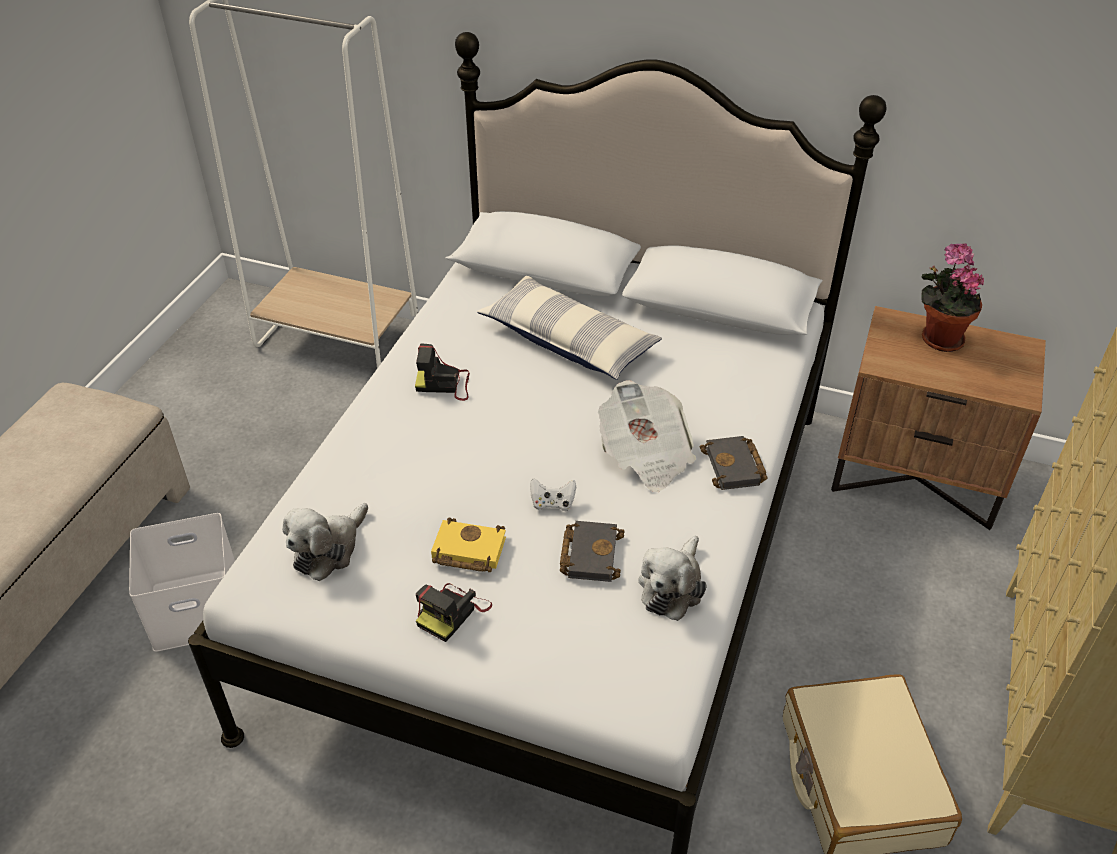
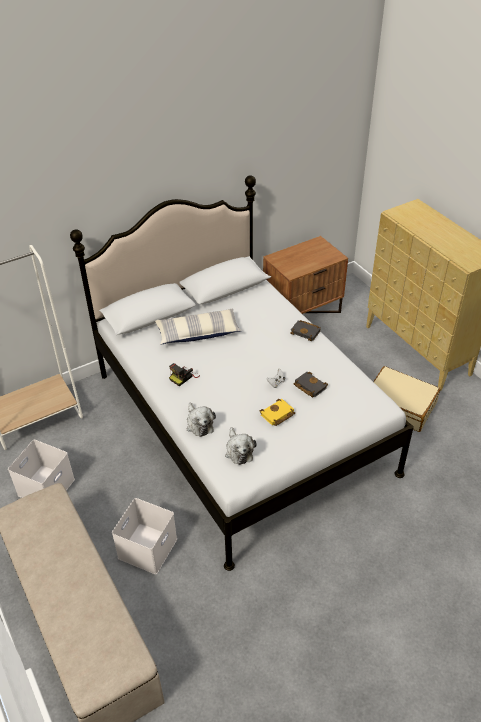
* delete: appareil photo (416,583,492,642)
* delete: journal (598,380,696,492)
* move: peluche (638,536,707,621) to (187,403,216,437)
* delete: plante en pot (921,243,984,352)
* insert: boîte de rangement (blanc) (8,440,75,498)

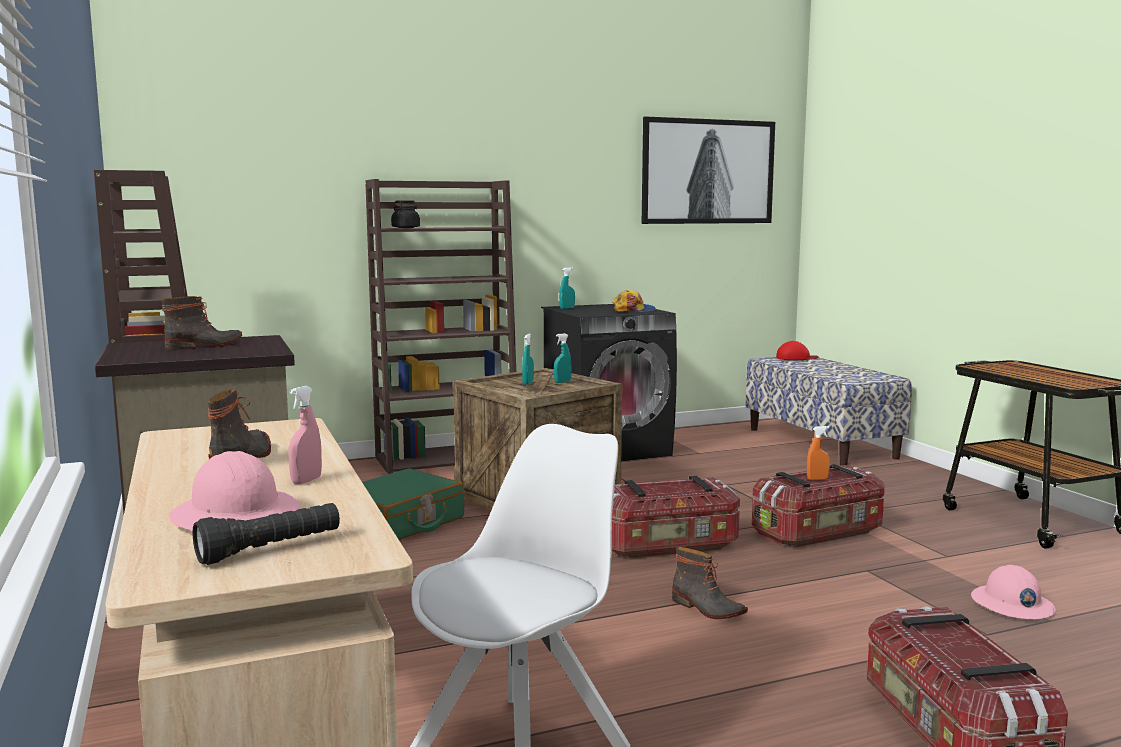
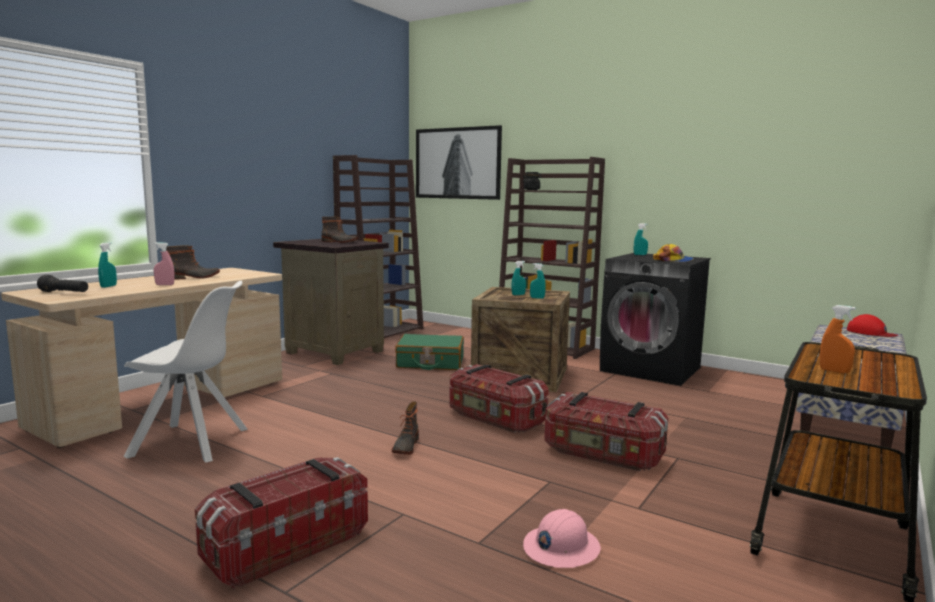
* replace: casque de chantier (rose) (169,451,300,531) to vaporisateur (turquoise) (98,242,117,288)
* move: tableau (642,116,775,224) to (416,125,502,200)
* move: vaporisateur (orange) (807,426,830,480) to (820,305,856,373)

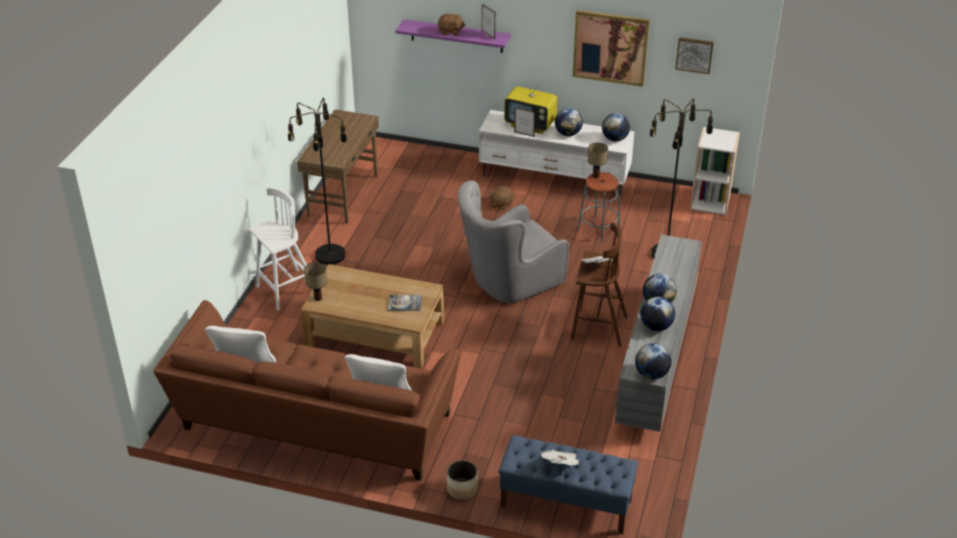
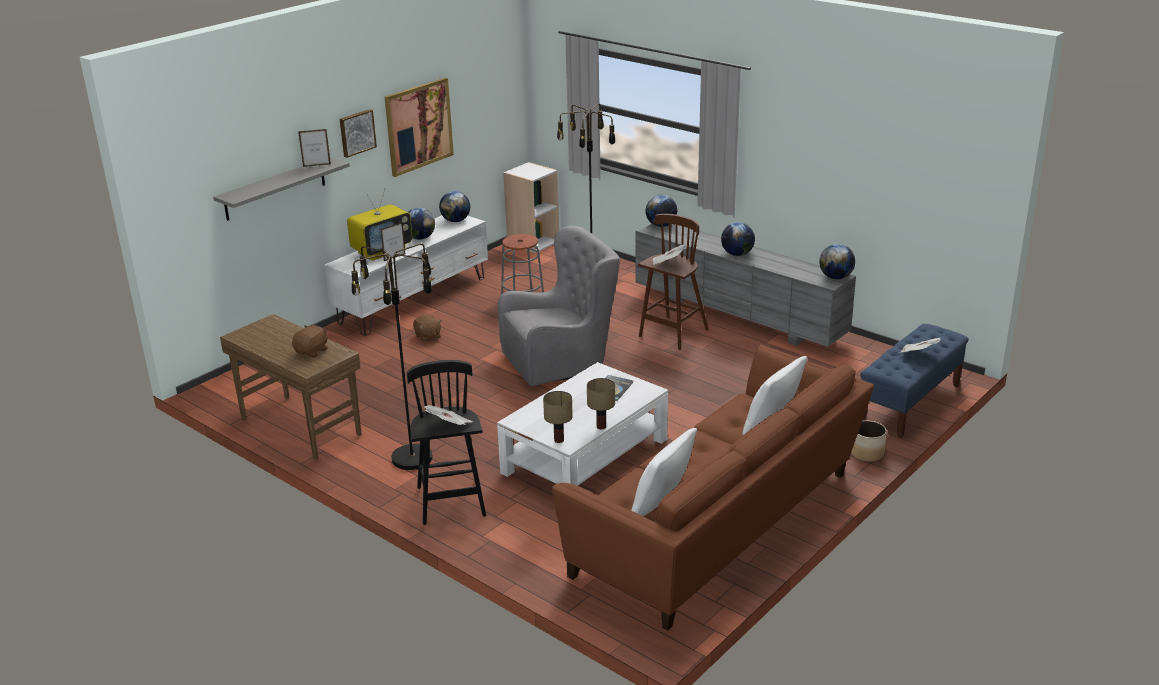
* recolor: tabouret (blanc) (249,187,307,310) to tabouret (noir) (407,360,486,525)
* recolor: table basse (marron) (301,264,444,369) to table basse (blanc) (497,362,668,486)
* recolor: étagère (violet) (395,19,511,53) to étagère (gris) (213,157,350,221)
* move: peluche (marron) (438,13,465,36) to (292,325,328,358)
* rotate: fauteuil (gris) (458,180,569,303) = (498,226,620,386) 105 degrees counterclockwise
* move: lampe de table (587,143,608,178) to (587,378,615,429)
* move: globe (640,297,675,331) to (646,195,677,227)
* move: tableau (675,37,714,74) to (340,109,377,158)
* insert: journal (424,405,473,425)

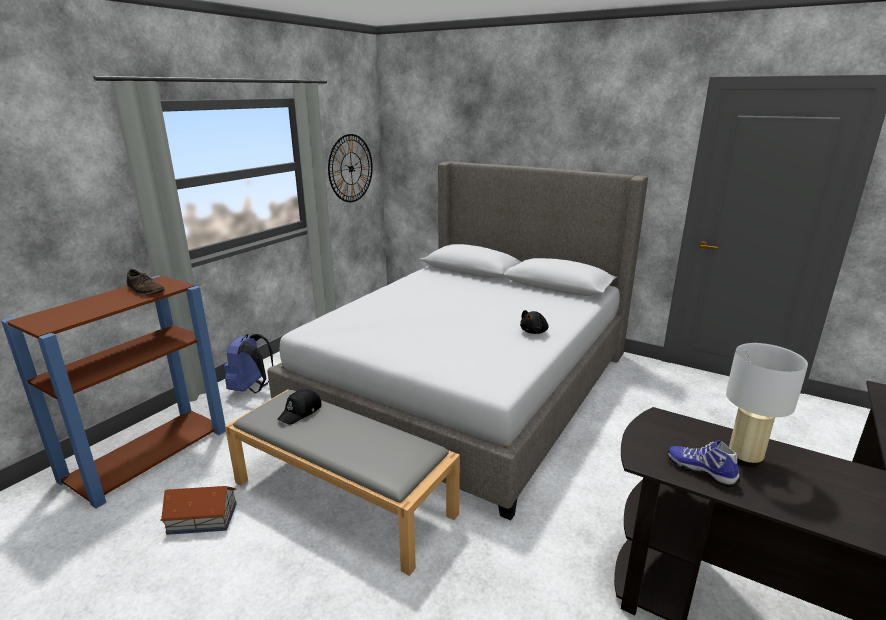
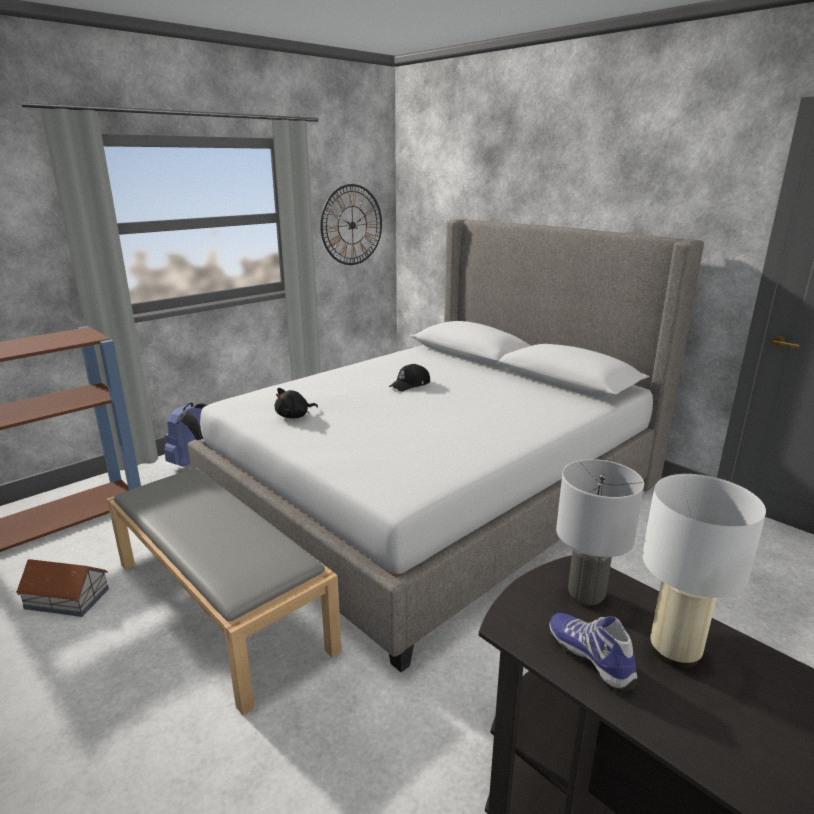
* delete: chaussure (marron) (127,269,165,296)
* move: casquette (noir) (277,389,322,425) to (389,364,430,391)
* move: peluche (noir) (520,310,549,334) to (275,388,318,418)
* insert: lampe de table (blanc) (556,459,644,606)

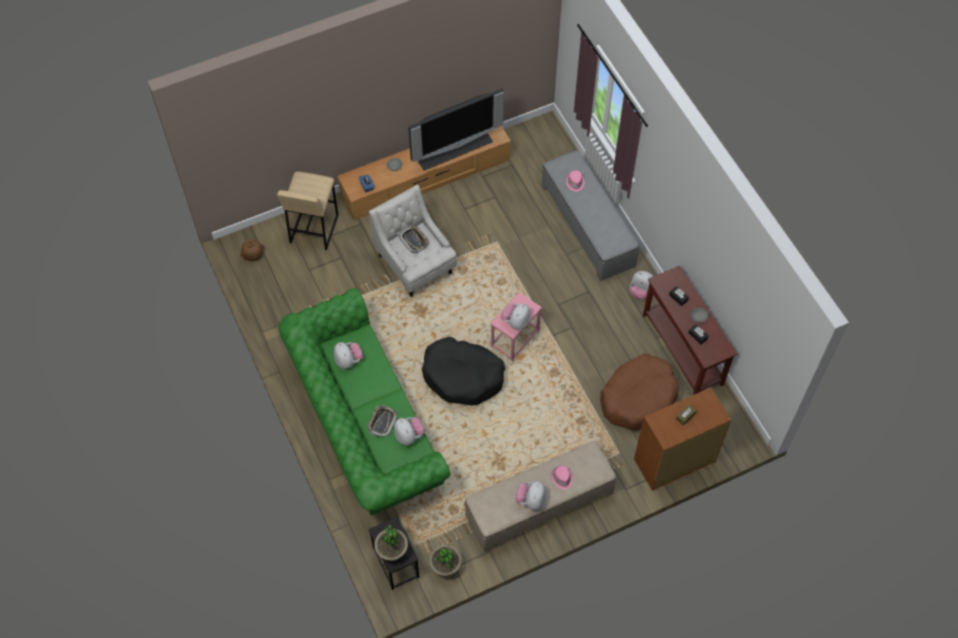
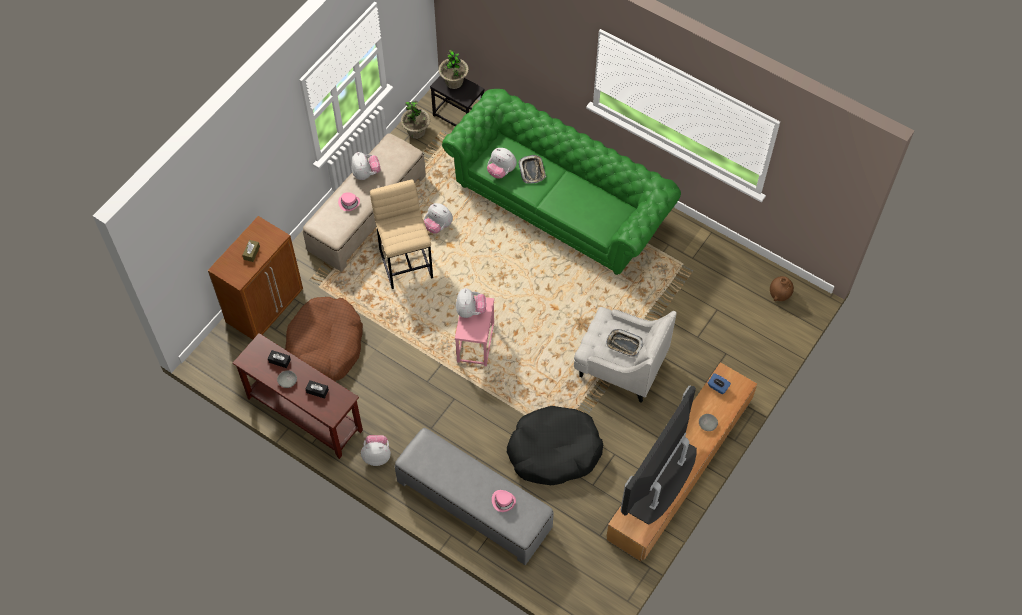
* move: tabouret (beige) (277,171,338,250) to (370,179,433,289)
* move: peluche (334,342,363,369) to (424,203,453,234)
* move: panier pour chien (noir) (422,337,505,406) to (507,406,603,485)

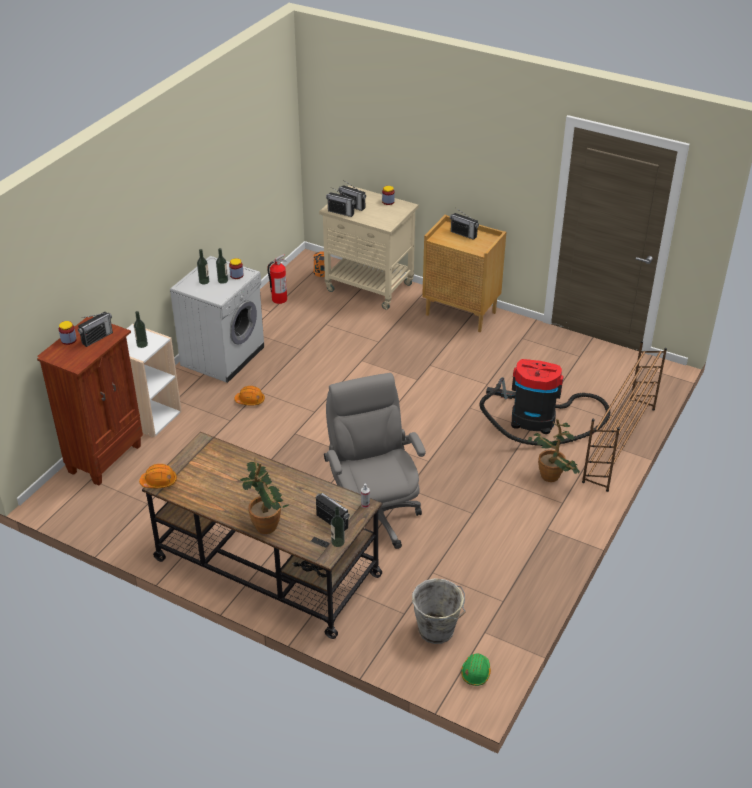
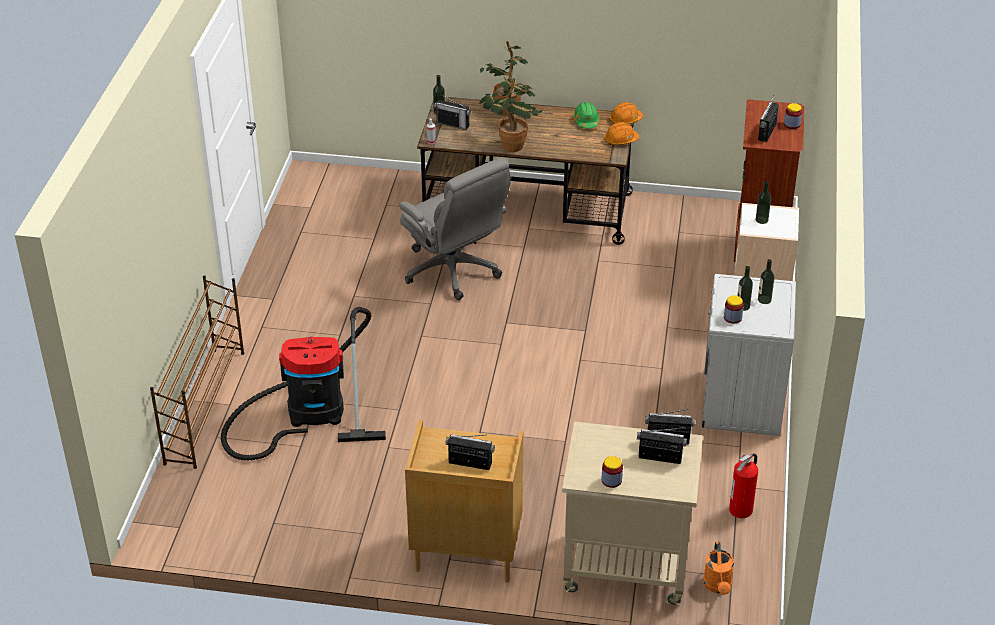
* move: casque de chantier (orange) (234,386,265,406) to (604,122,639,145)
* delete: seau (gris) (412,578,466,644)
* move: casque de chantier (vert) (461,653,491,686) to (573,102,600,129)
* move: plante en pot (528,419,580,482) to (479,77,543,152)

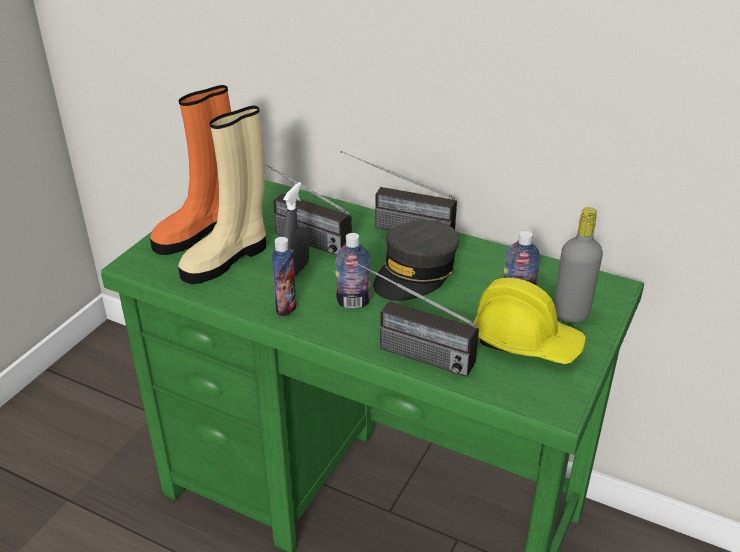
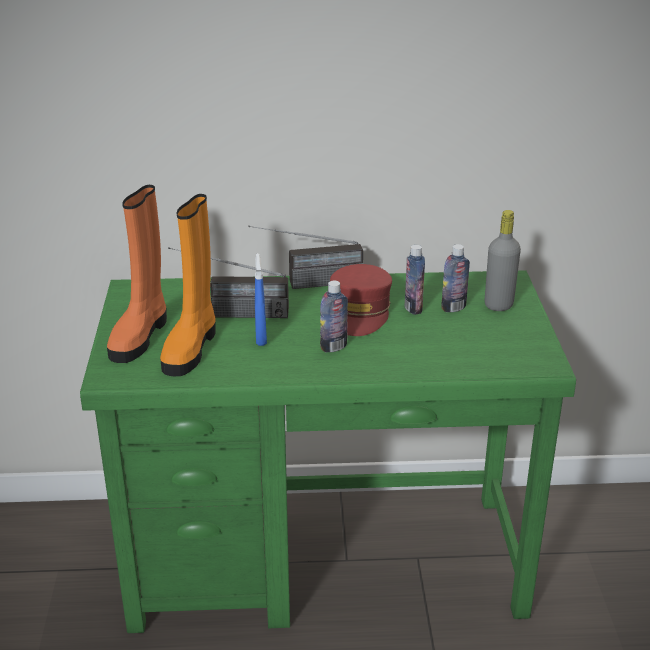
* recolor: botte (beige) (178,106,266,284) to botte (orange) (160,194,216,376)
* move: bouteille (272,237,297,316) to (405,245,425,315)
* recolor: vaporisateur (gris) (282,182,309,277) to vaporisateur (bleu) (255,253,267,346)
* delete: radio (343,255,479,377)
* recolor: casquette (gris) (373,220,459,301) to casquette (rouge) (330,264,392,336)
* delete: casque de chantier (jaune) (473,278,586,364)

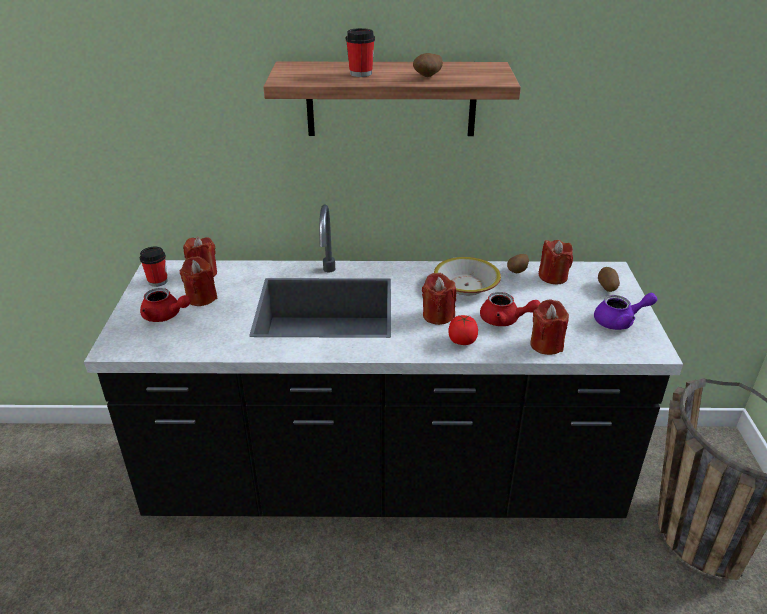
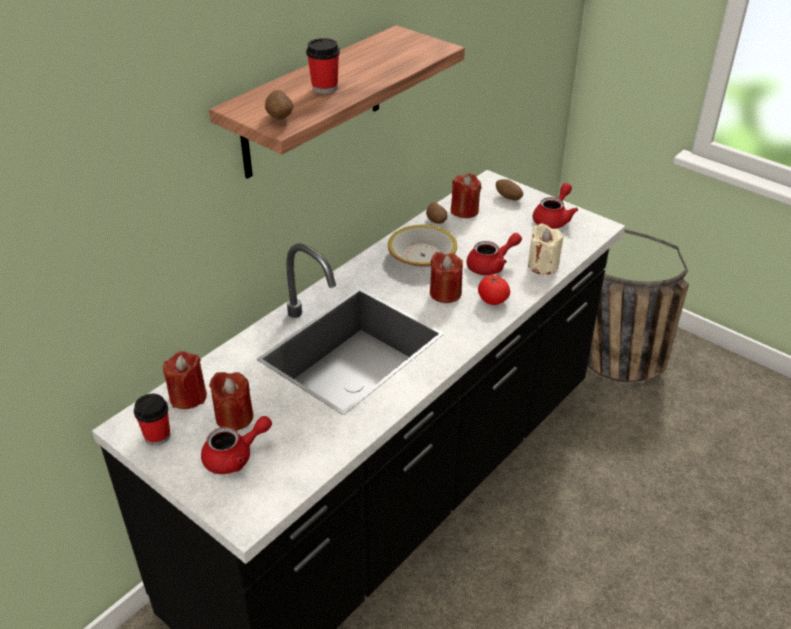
* move: pomme de terre (413,53,443,77) to (265,90,293,120)
* recolor: bougie (rouge) (530,299,569,355) to bougie (beige) (528,224,563,275)
* recolor: théière (violet) (594,293,657,330) to théière (rouge) (533,183,578,229)

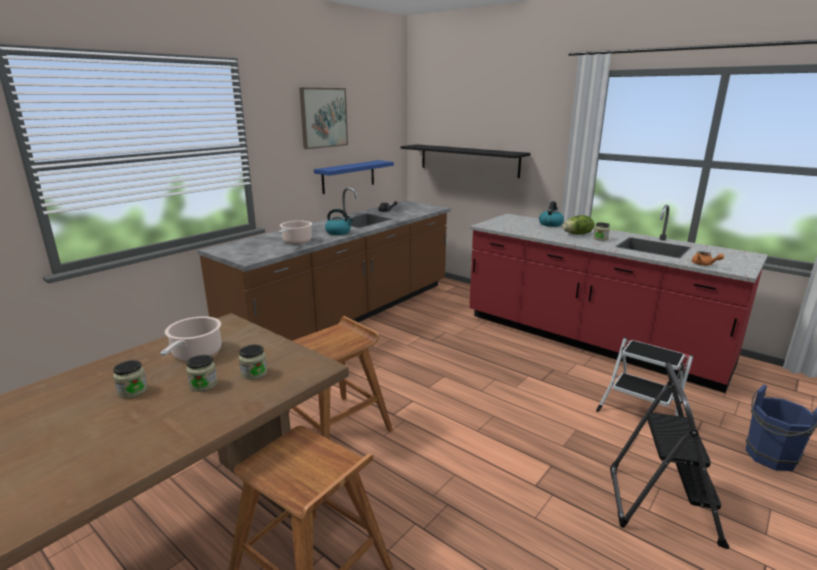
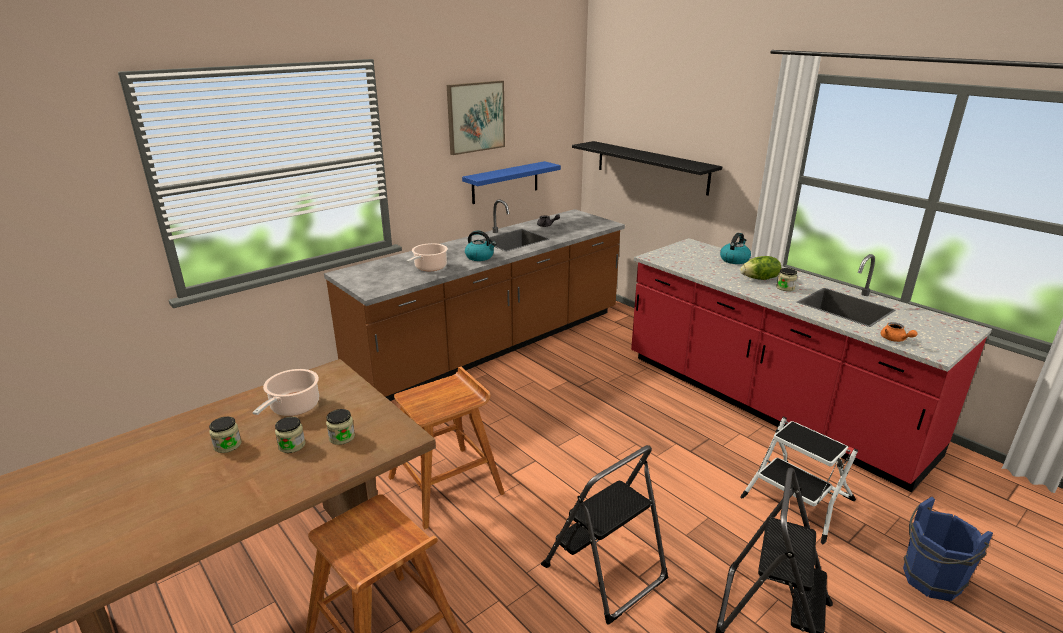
* insert: escabeau (noir) (541,445,668,625)

